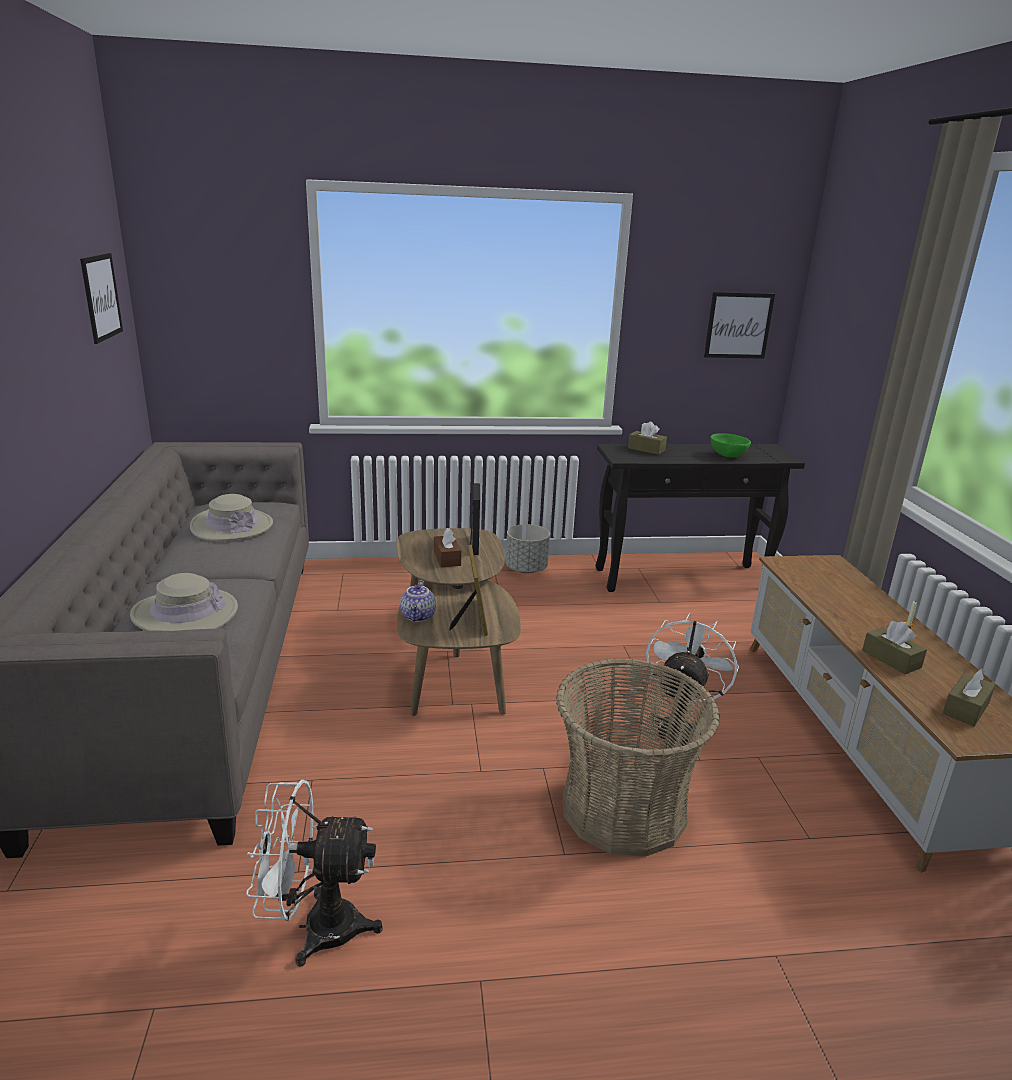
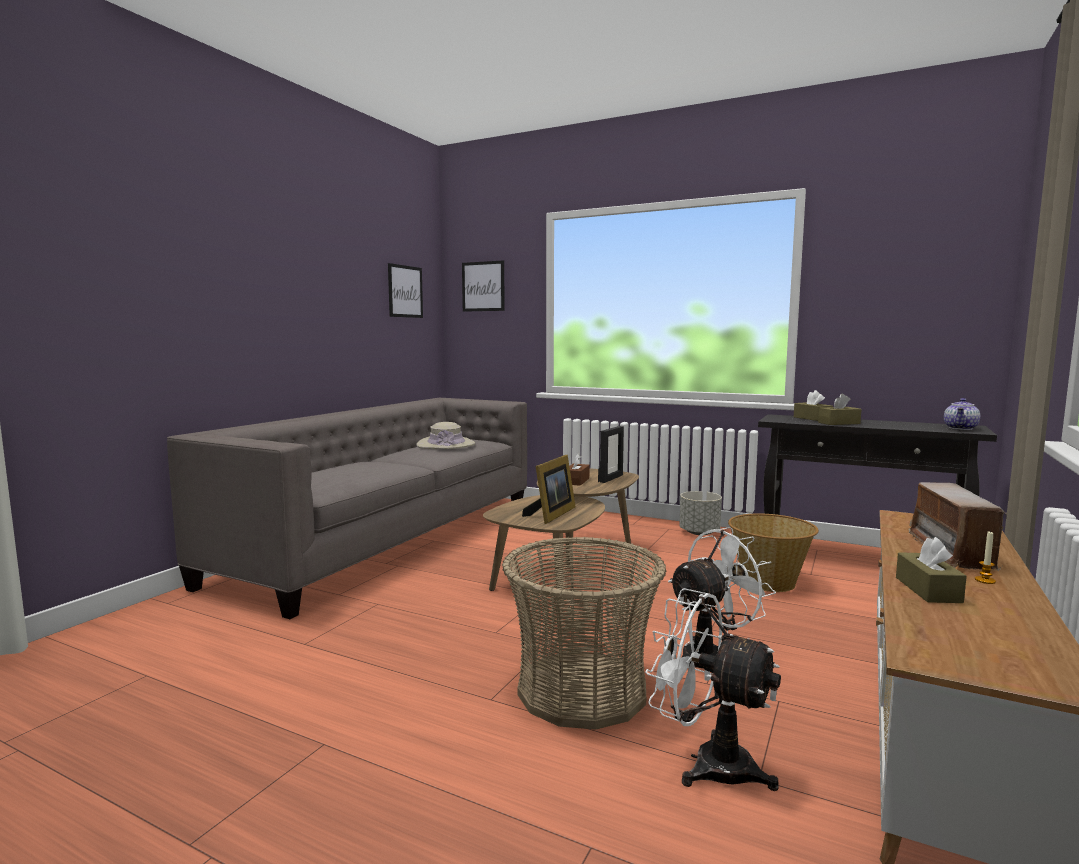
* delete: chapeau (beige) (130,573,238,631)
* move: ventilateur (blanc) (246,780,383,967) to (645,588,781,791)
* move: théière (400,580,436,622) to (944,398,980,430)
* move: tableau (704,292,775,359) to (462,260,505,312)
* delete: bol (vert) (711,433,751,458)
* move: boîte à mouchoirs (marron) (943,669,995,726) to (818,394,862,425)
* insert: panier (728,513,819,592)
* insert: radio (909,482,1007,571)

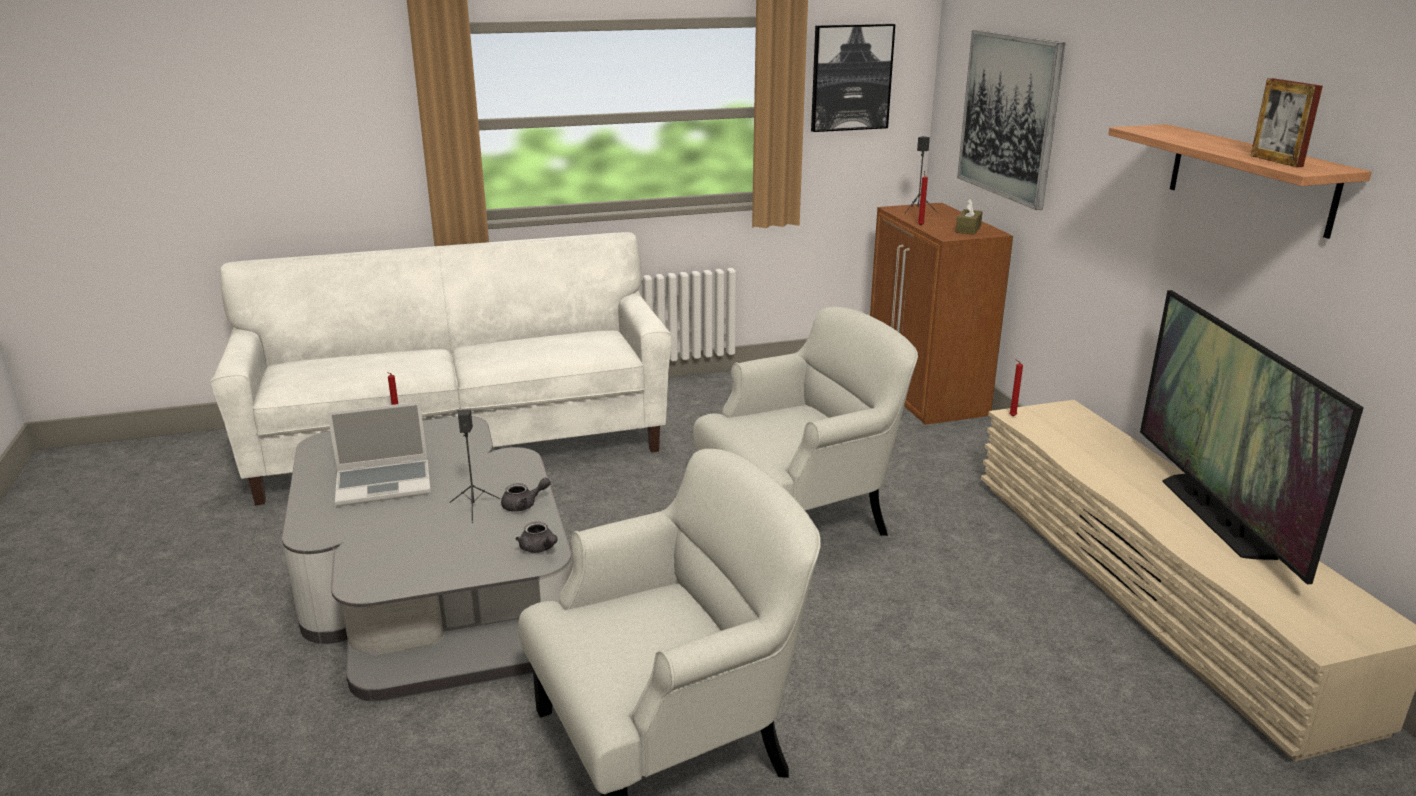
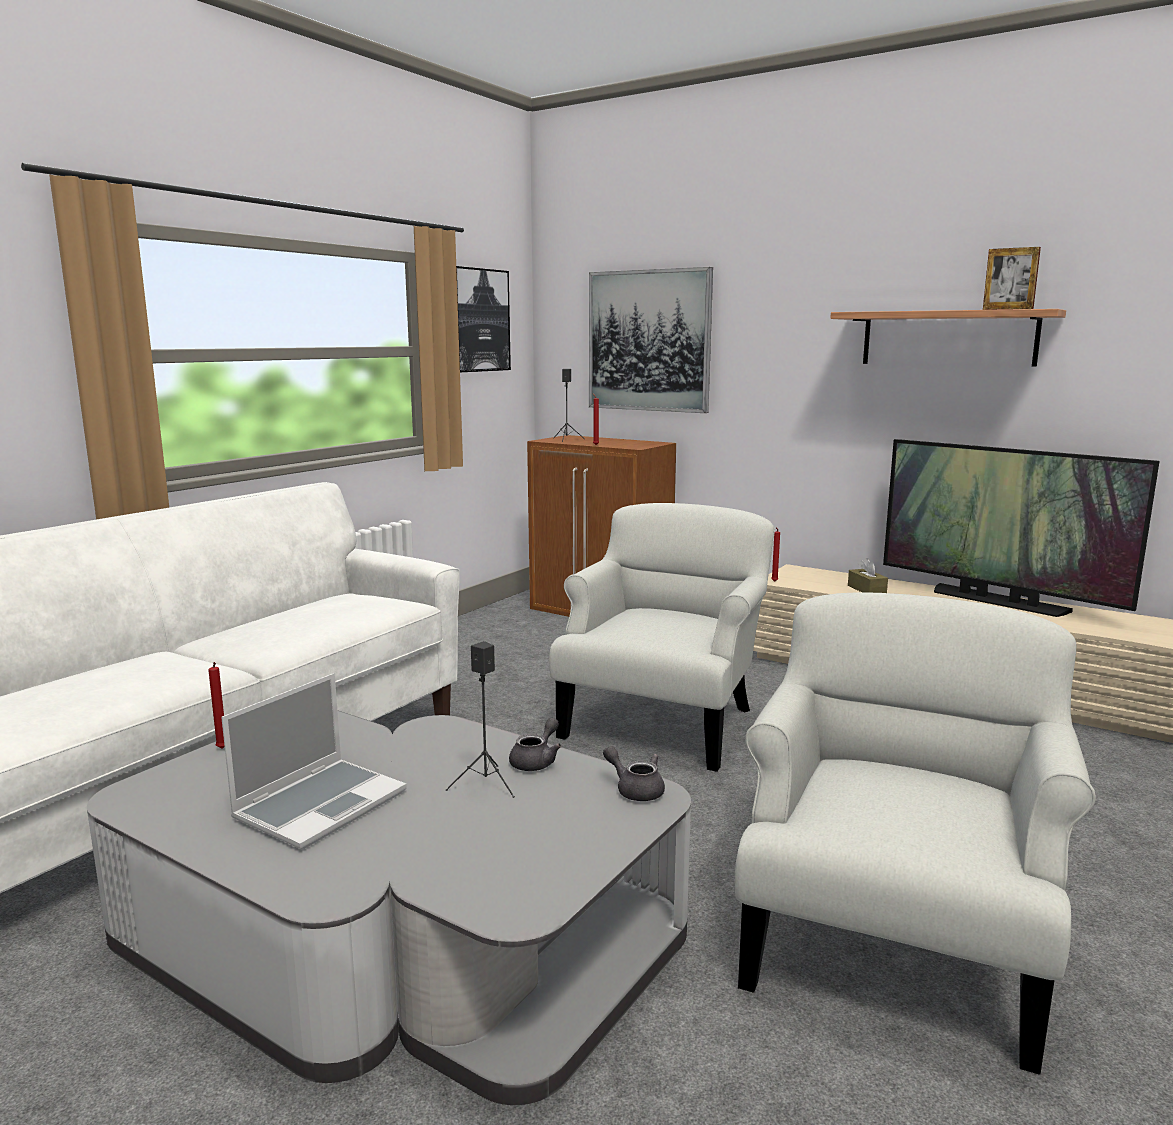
* rotate: théière (gris) (516,522,558,553) = (603,746,665,801) 150 degrees counterclockwise
* move: boîte à mouchoirs (marron) (955,199,983,235) to (848,558,888,593)

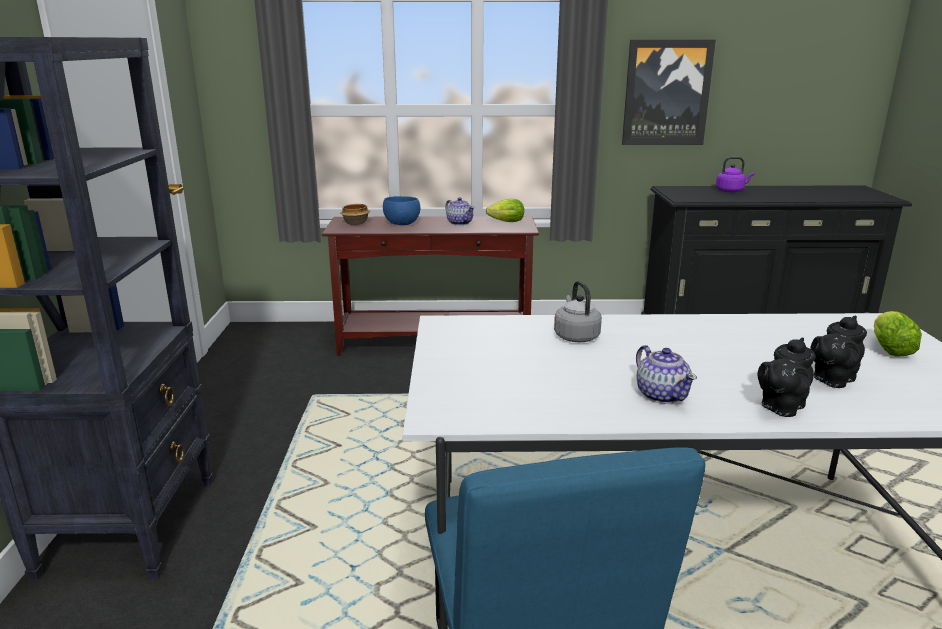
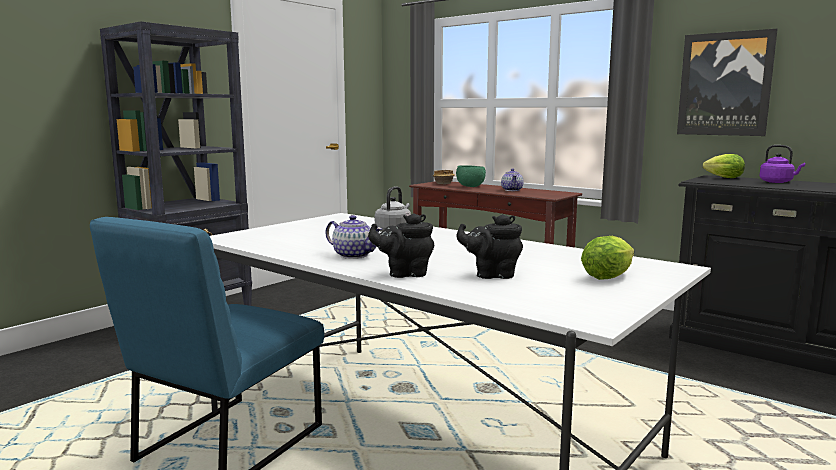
* recolor: bol (bleu) (383,196,420,225) to bol (vert) (456,165,486,187)
* move: laitue (486,199,524,222) to (703,154,745,178)
* rotate: théière (636,345,697,404) = (325,215,382,259) 75 degrees counterclockwise

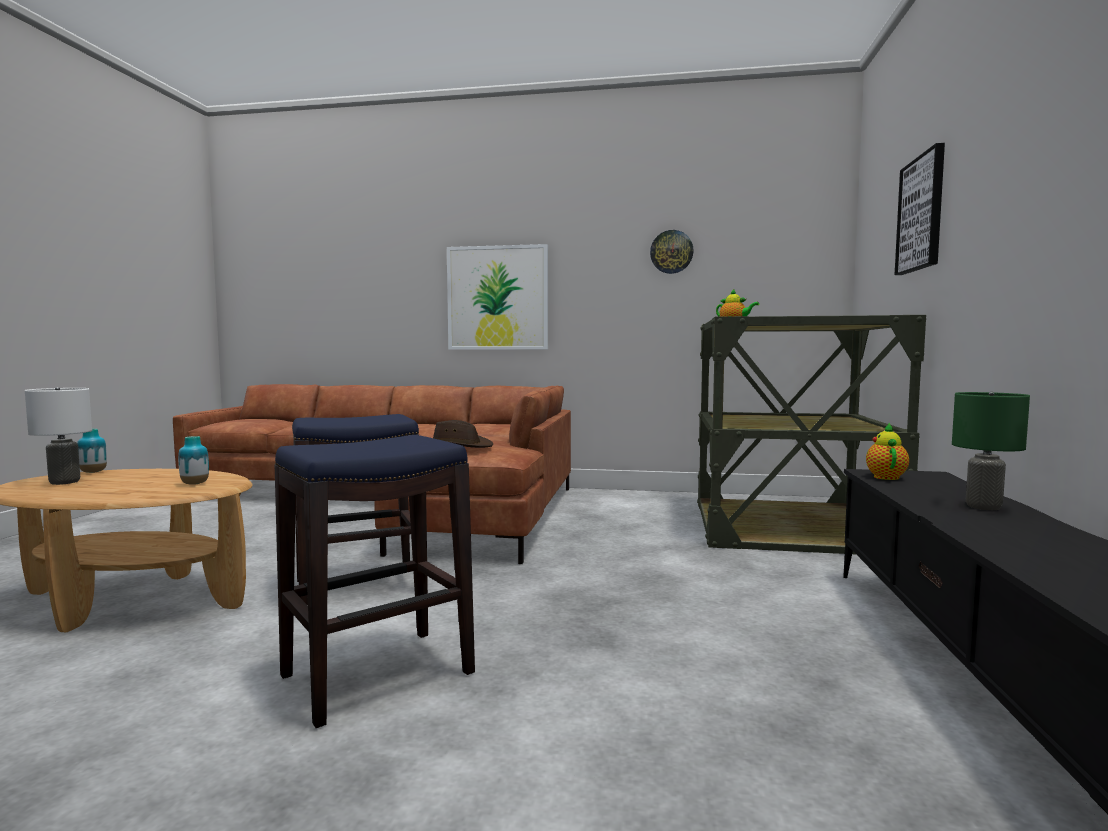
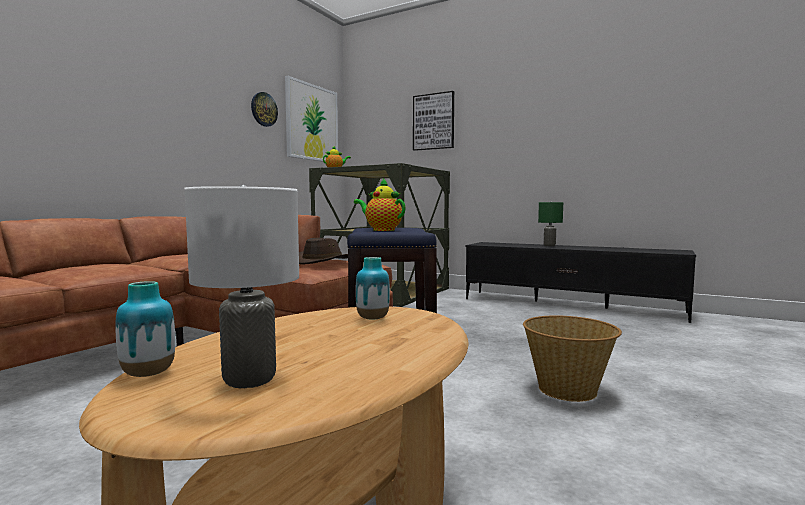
* replace: tabouret (275,435,475,728) to panier (523,315,622,402)
* move: tableau (447,244,548,350) to (285,76,338,161)
* move: théière (866,423,909,480) to (354,179,406,231)

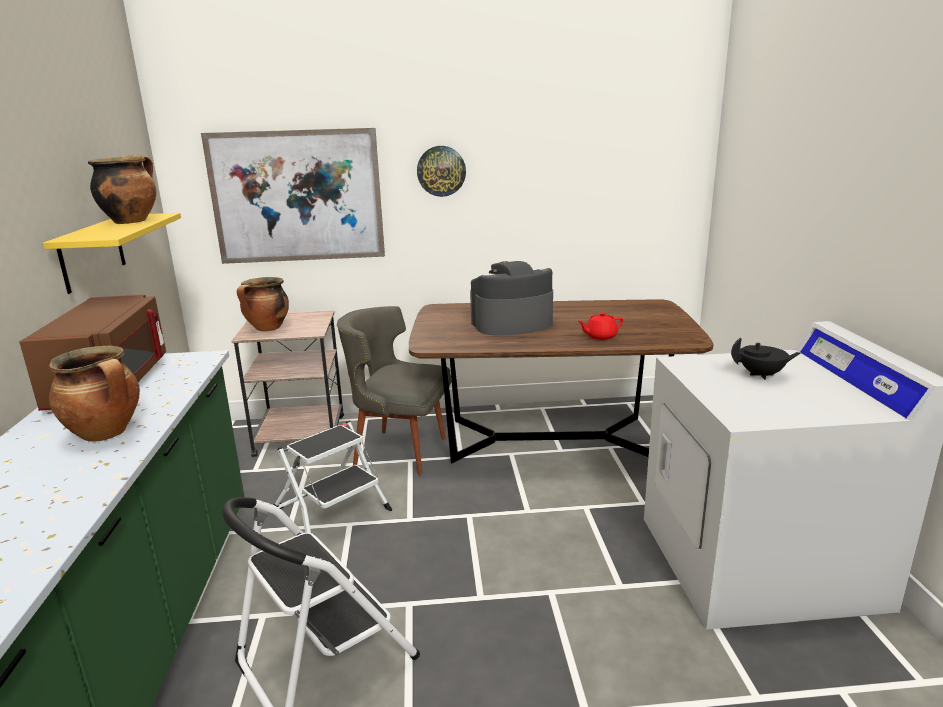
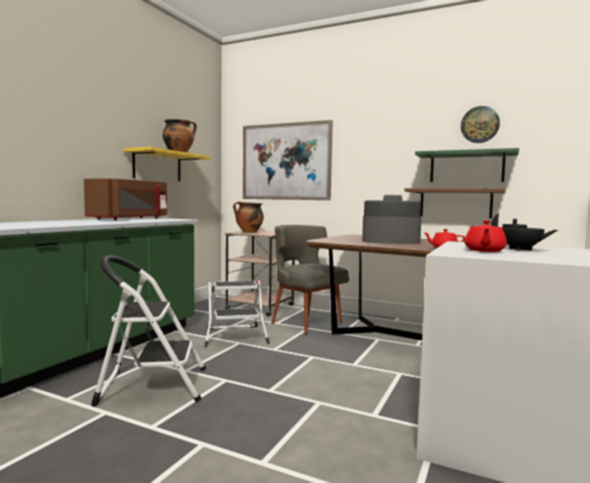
* delete: marmite (49,346,140,442)
* move: horloge murale (417,146,466,197) to (461,106,500,143)
* insert: étagère (marron) (404,188,506,218)
* insert: étagère (vert) (415,148,519,182)
* insert: théière (rouge) (464,220,507,252)

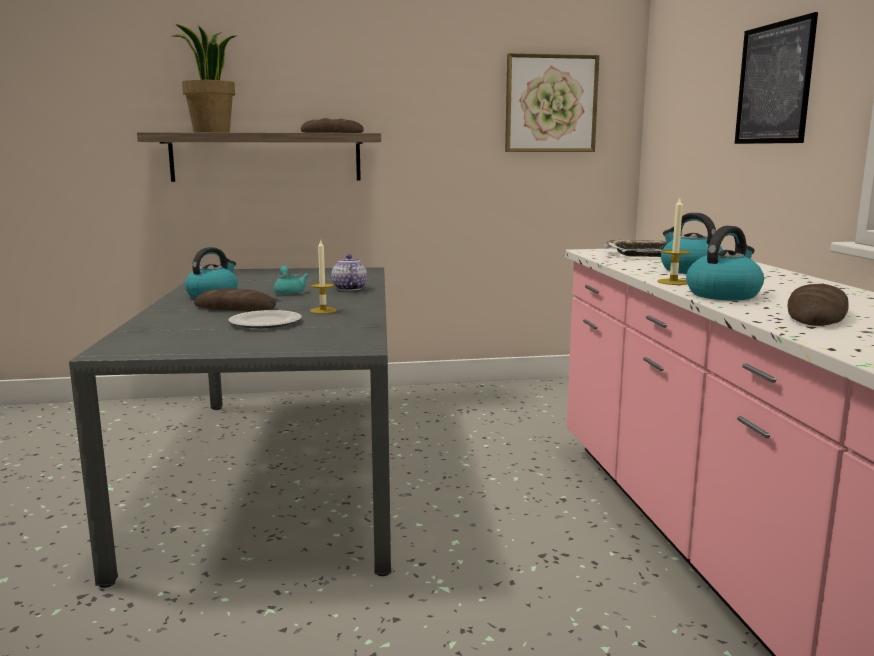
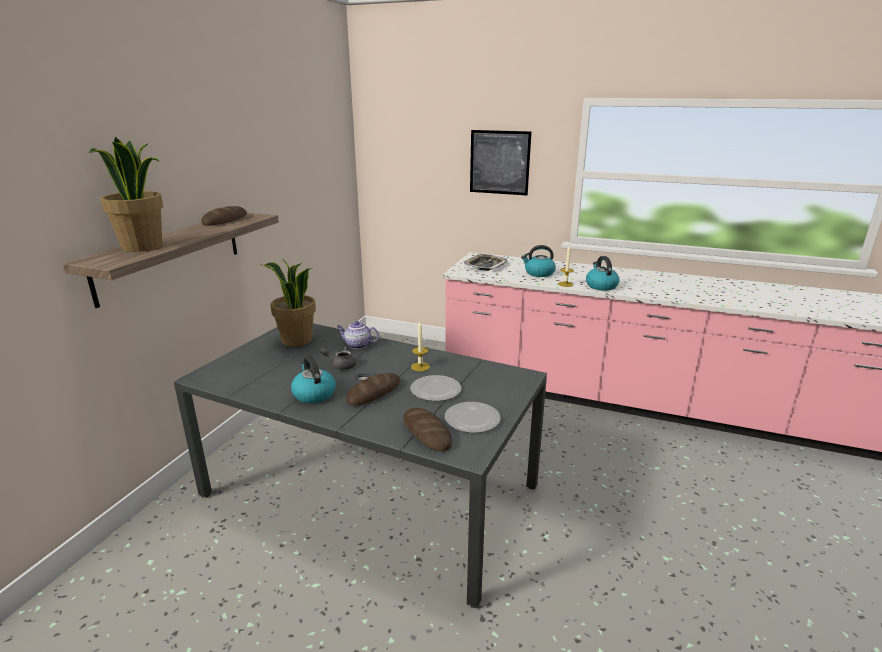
* recolor: théière (turquoise) (274,266,309,295) to théière (gris) (320,346,356,370)
* delete: tableau (505,53,600,152)
* move: pain (788,284,849,326) to (403,408,452,452)
* insert: plante en pot (260,259,316,347)
* insert: assiette (445,402,501,433)

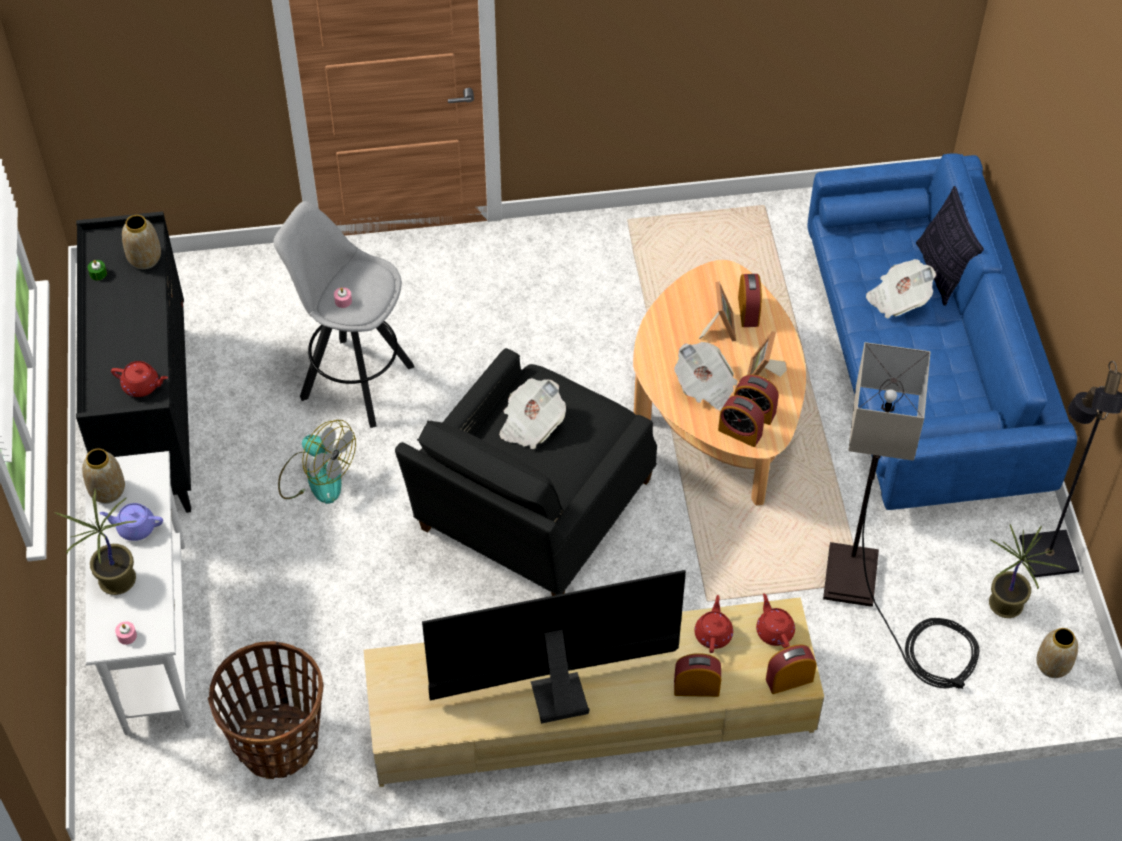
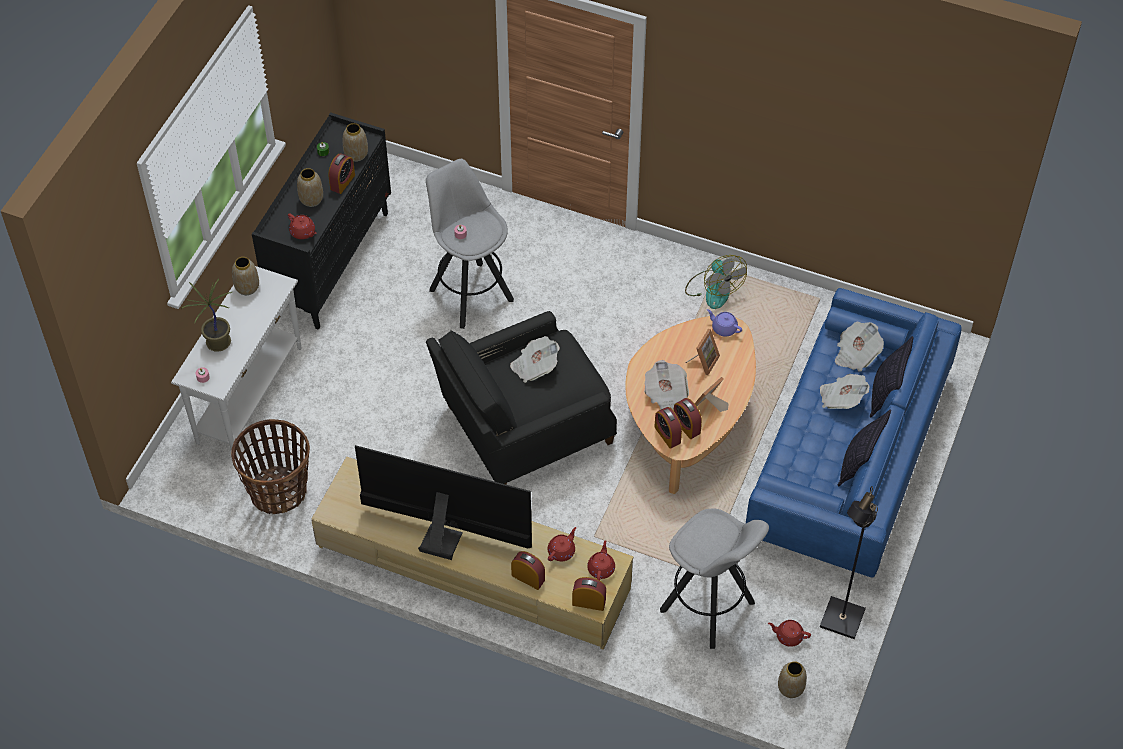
* move: théière (violet) (100,503,163,541) to (707,309,742,336)
* move: ventilateur (278,420,356,504) to (685,255,747,309)
* move: réveil (738,274,762,327) to (328,153,355,194)
* replace: lampadaire (823,342,979,689) to tabouret (gris) (660,509,769,649)
* replace: plante en pot (989,524,1066,618) to théière (rouge) (768,620,811,647)
* insert: vase (297,168,323,207)
* insert: journal (835,322,884,371)
* insert: coussin (838,409,891,486)

